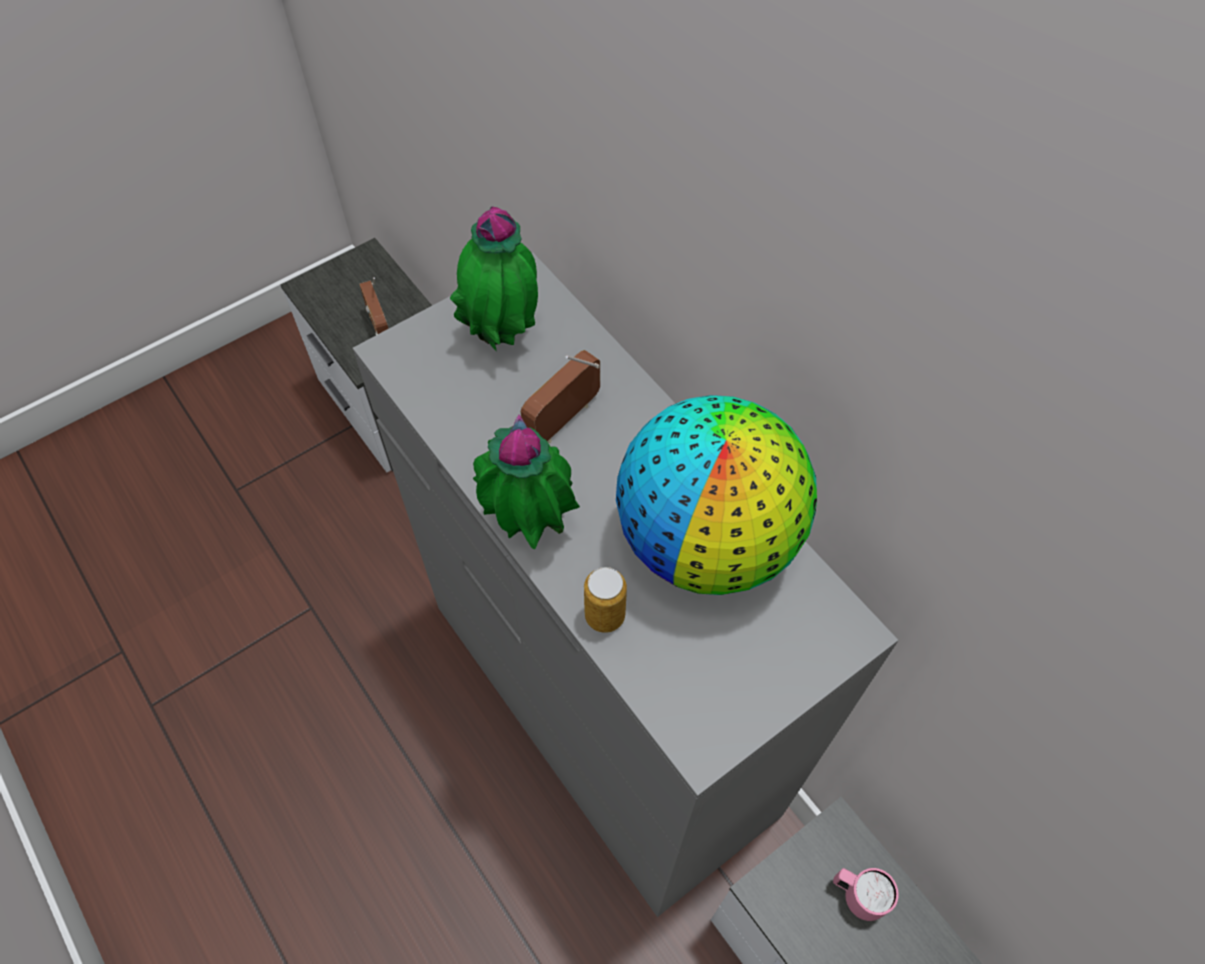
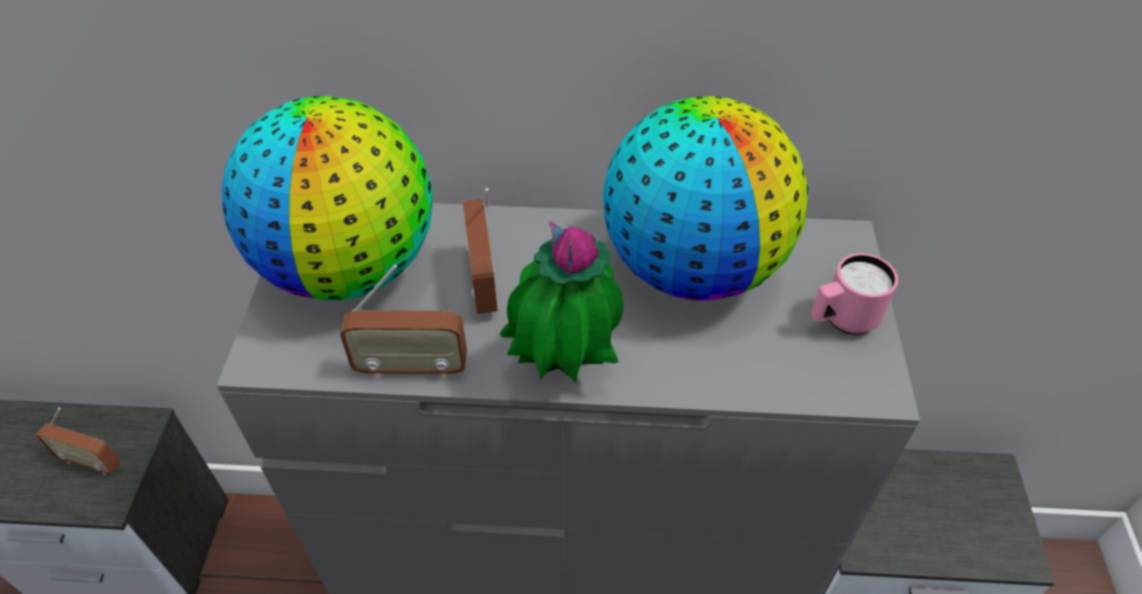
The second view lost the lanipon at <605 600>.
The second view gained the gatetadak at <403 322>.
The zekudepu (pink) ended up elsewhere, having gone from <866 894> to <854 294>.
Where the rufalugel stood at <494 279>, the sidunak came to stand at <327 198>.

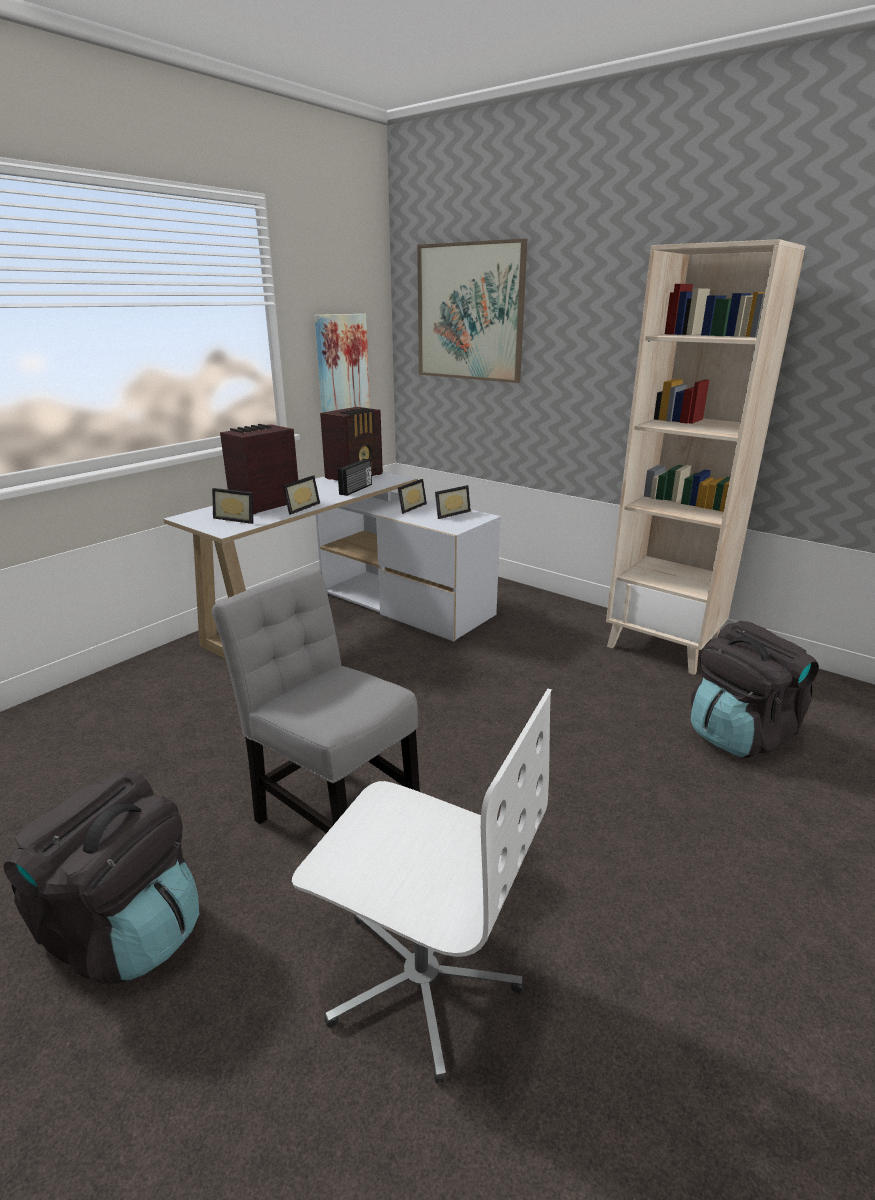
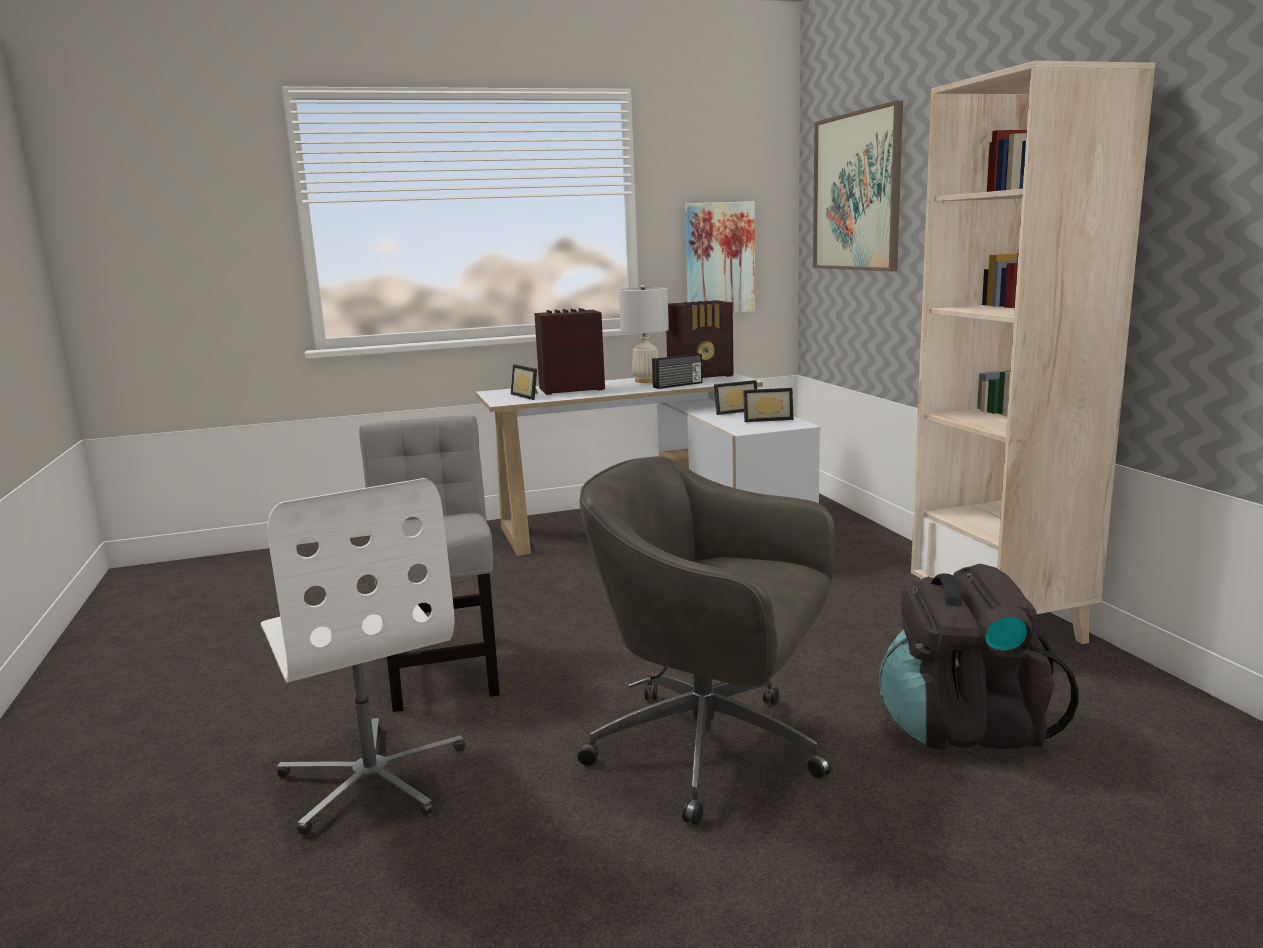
The second view lost the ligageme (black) at <101 877>.
The second view lost the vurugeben at <301 495>.
The second view gained the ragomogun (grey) at <706 640>.
The second view gained the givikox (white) at <644 333>.

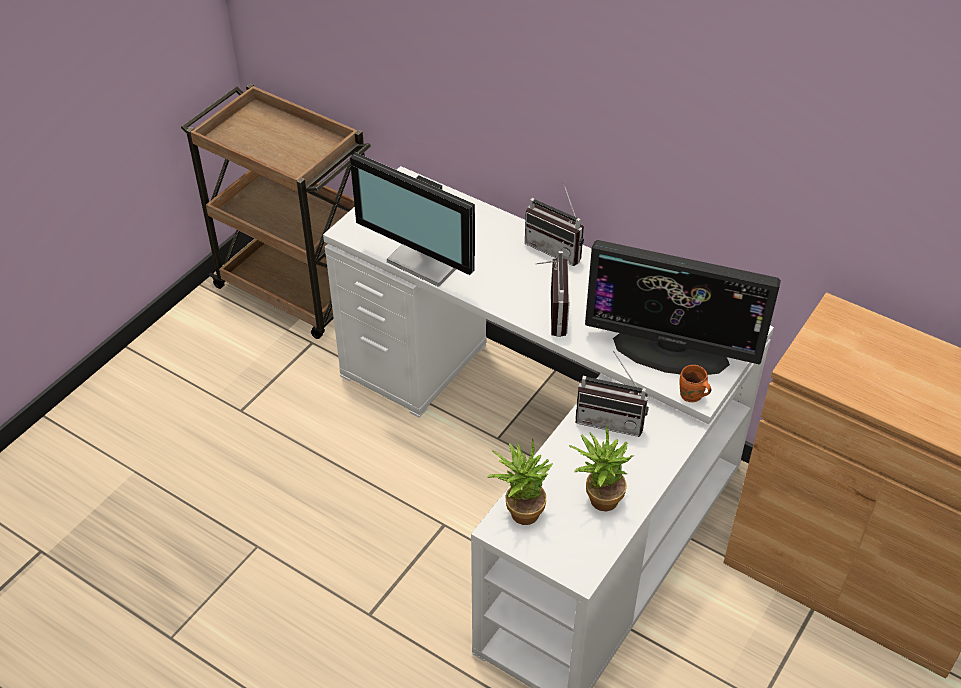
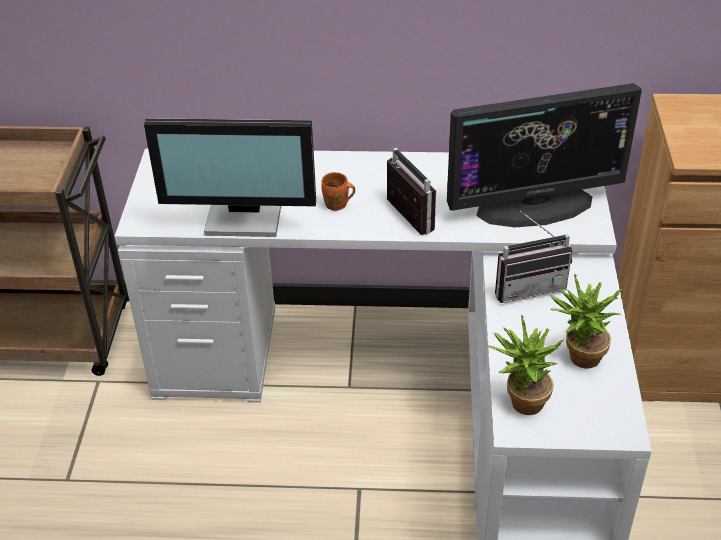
The second view lost the gatetadak at <554 224>.
The zekudepu (orange) ended up elsewhere, having gone from <695 383> to <338 191>.

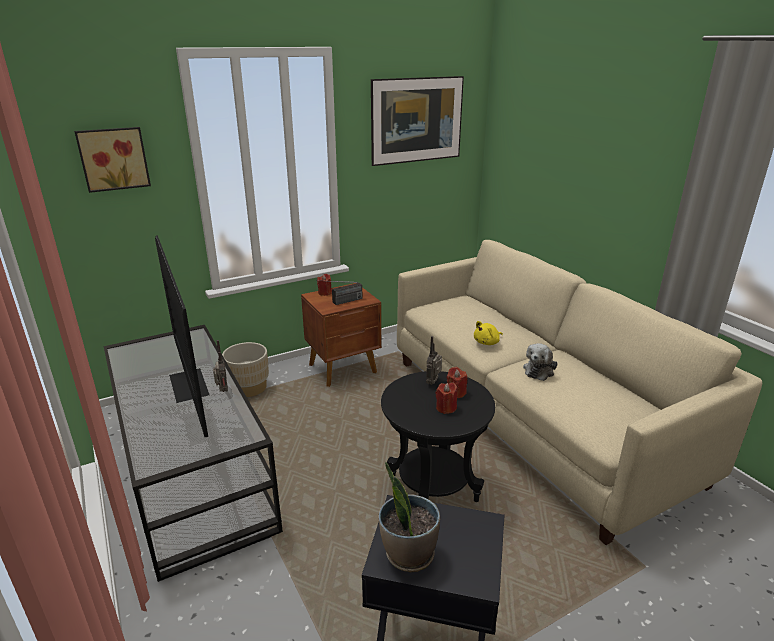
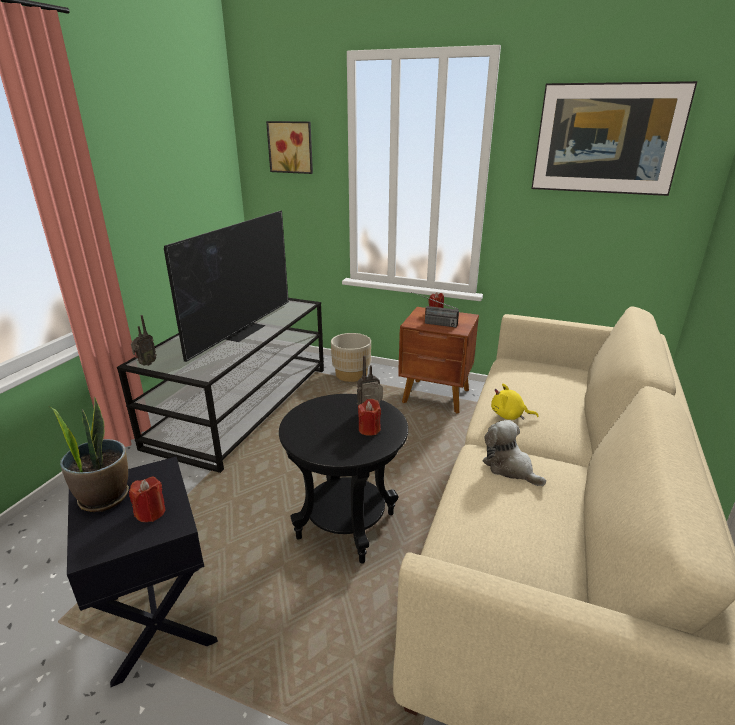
The gatetadak ended up elsewhere, having gone from <220 366> to <144 340>.
The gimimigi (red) ended up elsewhere, having gone from <446 398> to <147 499>.
The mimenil at <540 362> ended up facing another way, 60 degrees clockwise from before.

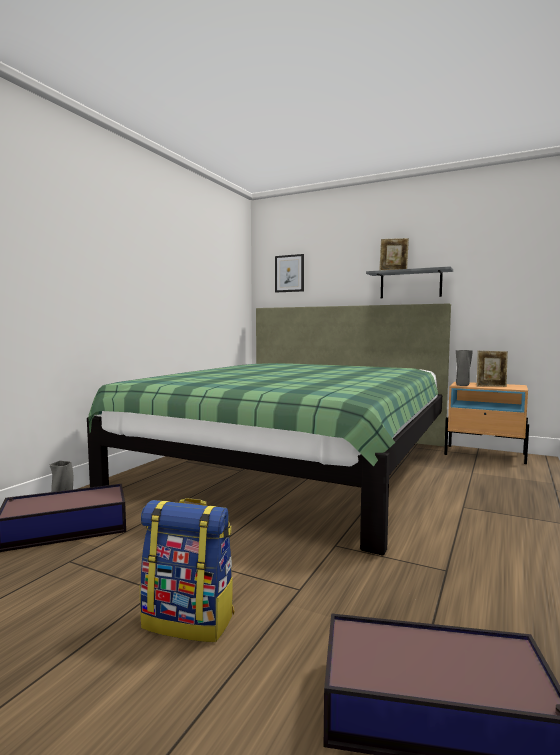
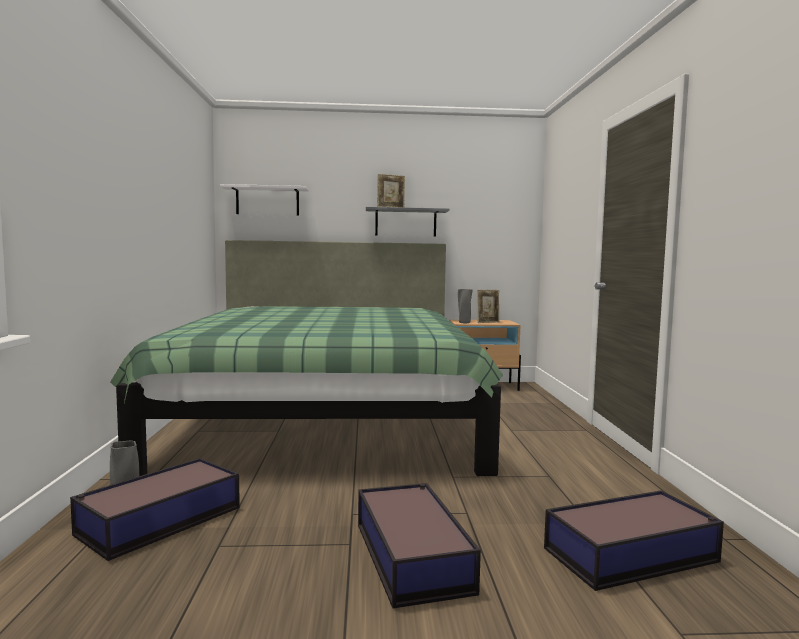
Where the ligageme stood at <187 570>, the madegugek came to stand at <419 545>.
Where the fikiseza hung at <289 273>, the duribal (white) came to hang at <264 200>.

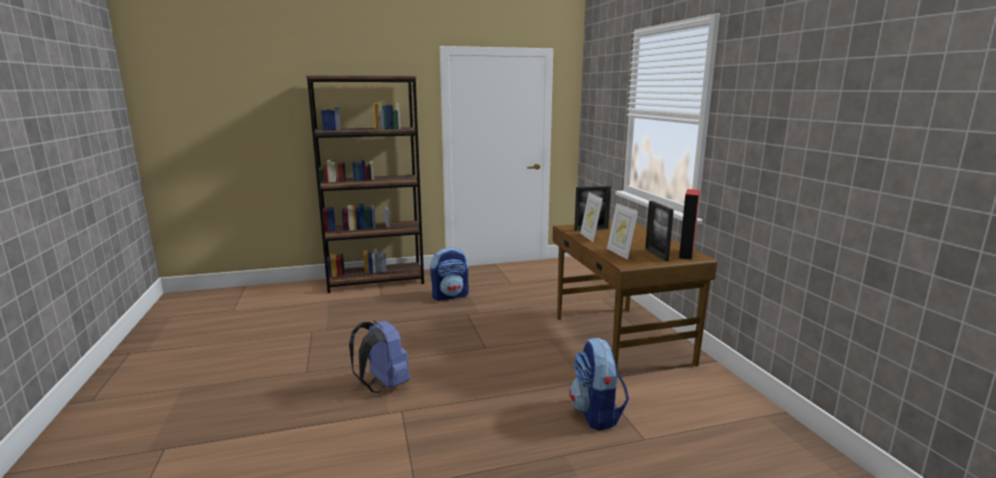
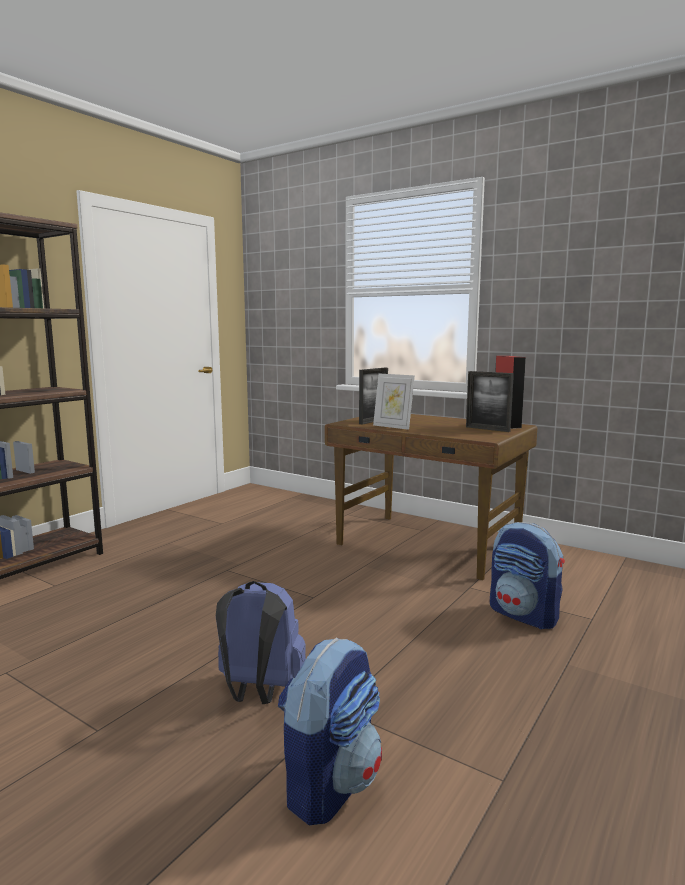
The second view lost the vurugeben at <622 231>.
The ligageme ended up elsewhere, having gone from <449 273> to <330 731>.

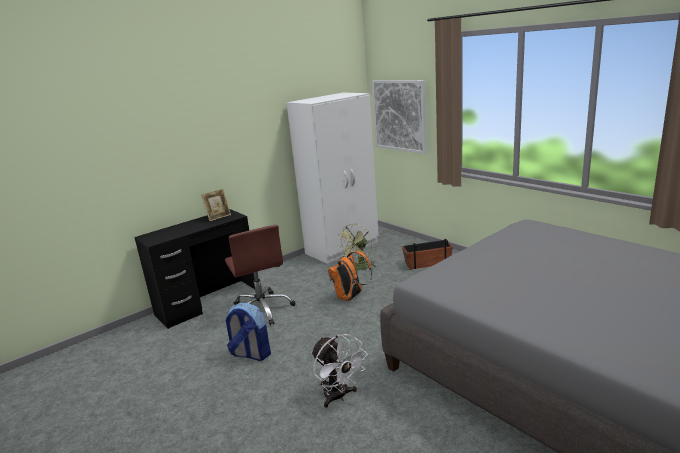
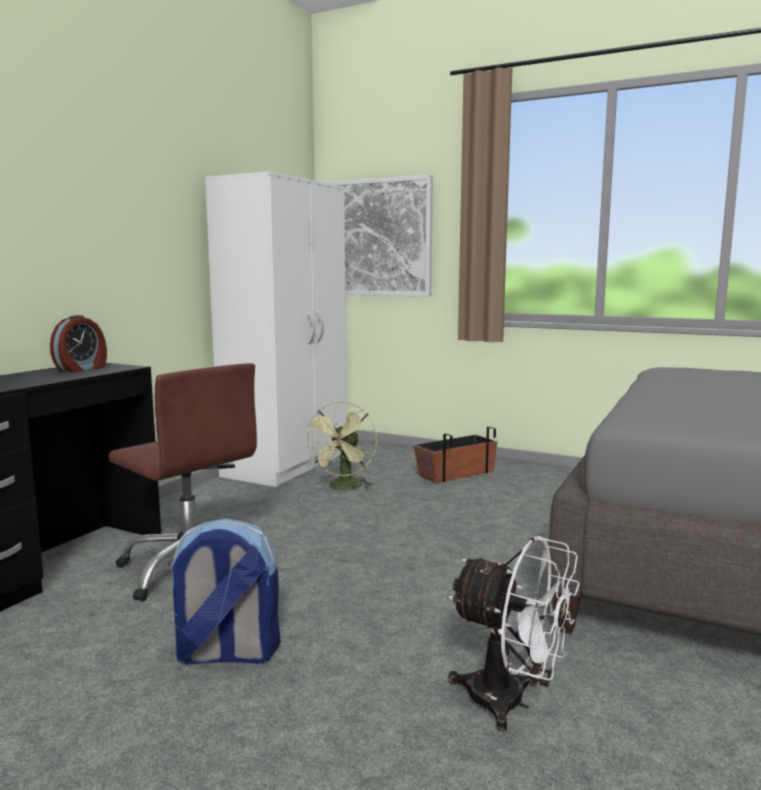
The second view lost the ligageme (orange) at <350 276>.
Where the vurugeben stood at <216 205>, the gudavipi came to stand at <78 343>.

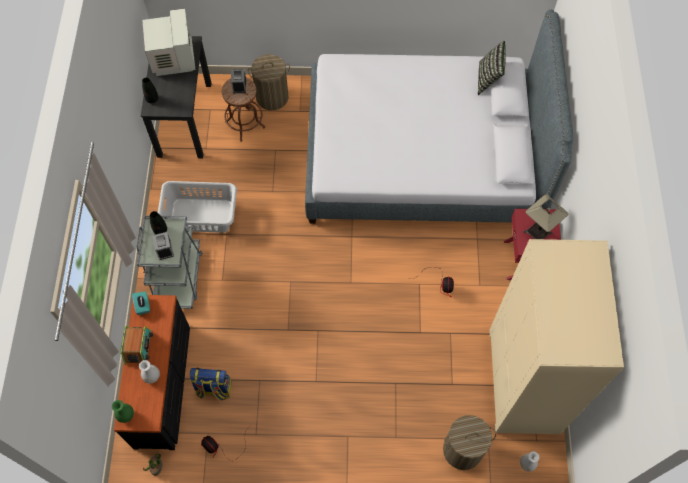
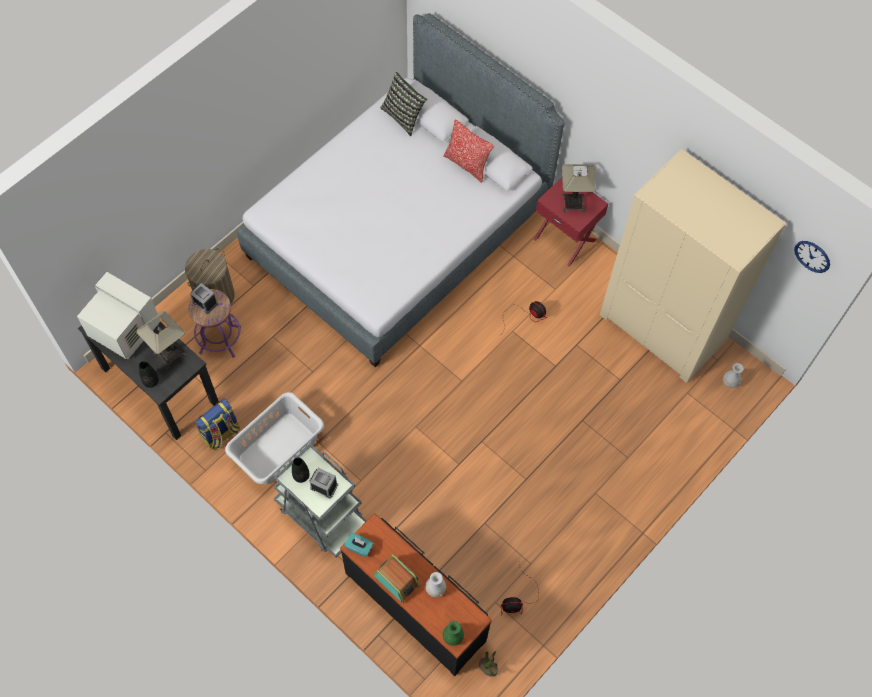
The second view lost the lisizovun at <469 442>.
The second view gained the givikox at <161 340>.
The second view gained the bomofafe at <469 151>.
The second view gained the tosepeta at <812 257>.
The ligageme ended up elsewhere, having gone from <210 384> to <217 424>.
What was the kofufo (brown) at <243 110> turned into the kofufo (purple) at <214 323>.

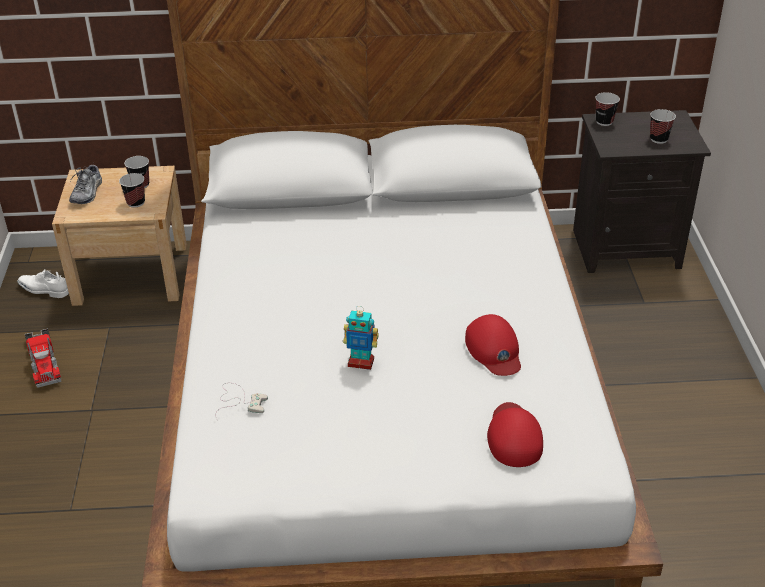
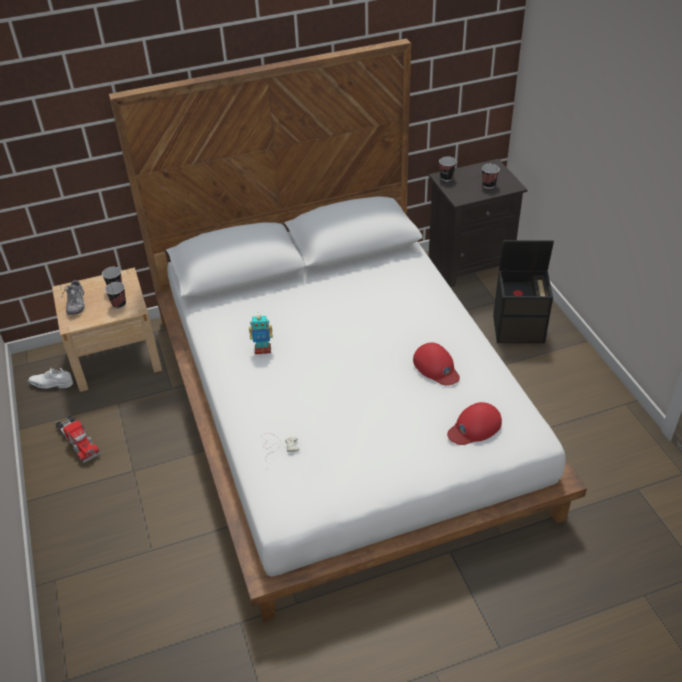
The second view gained the madegugek (black) at <523 291>.
The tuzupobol ended up elsewhere, having gone from <361 338> to <261 333>.
The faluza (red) at <515 434> ended up facing another way, 105 degrees counterclockwise from before.

